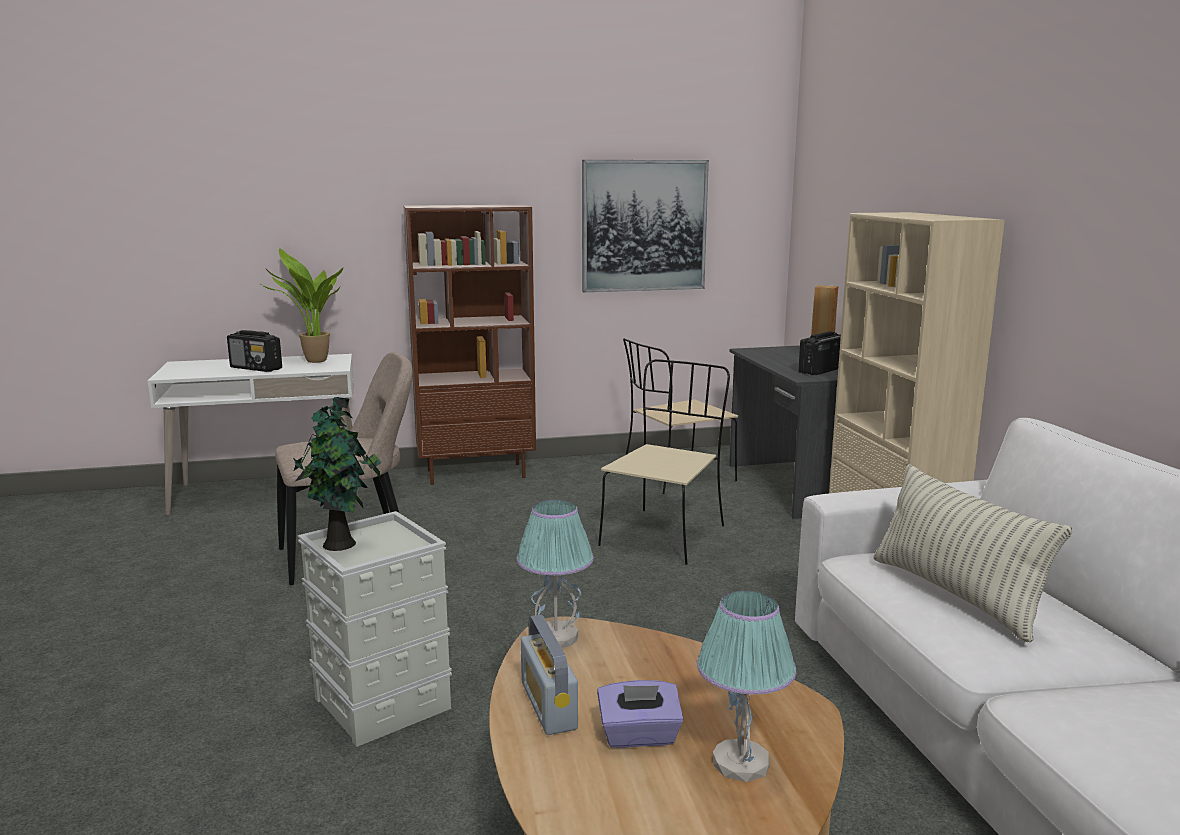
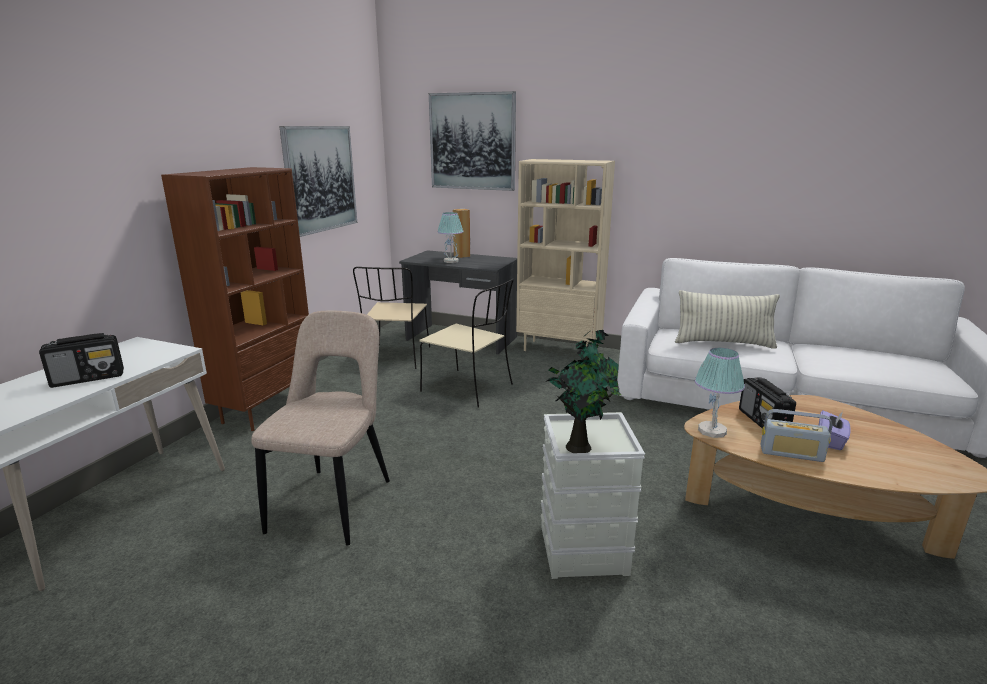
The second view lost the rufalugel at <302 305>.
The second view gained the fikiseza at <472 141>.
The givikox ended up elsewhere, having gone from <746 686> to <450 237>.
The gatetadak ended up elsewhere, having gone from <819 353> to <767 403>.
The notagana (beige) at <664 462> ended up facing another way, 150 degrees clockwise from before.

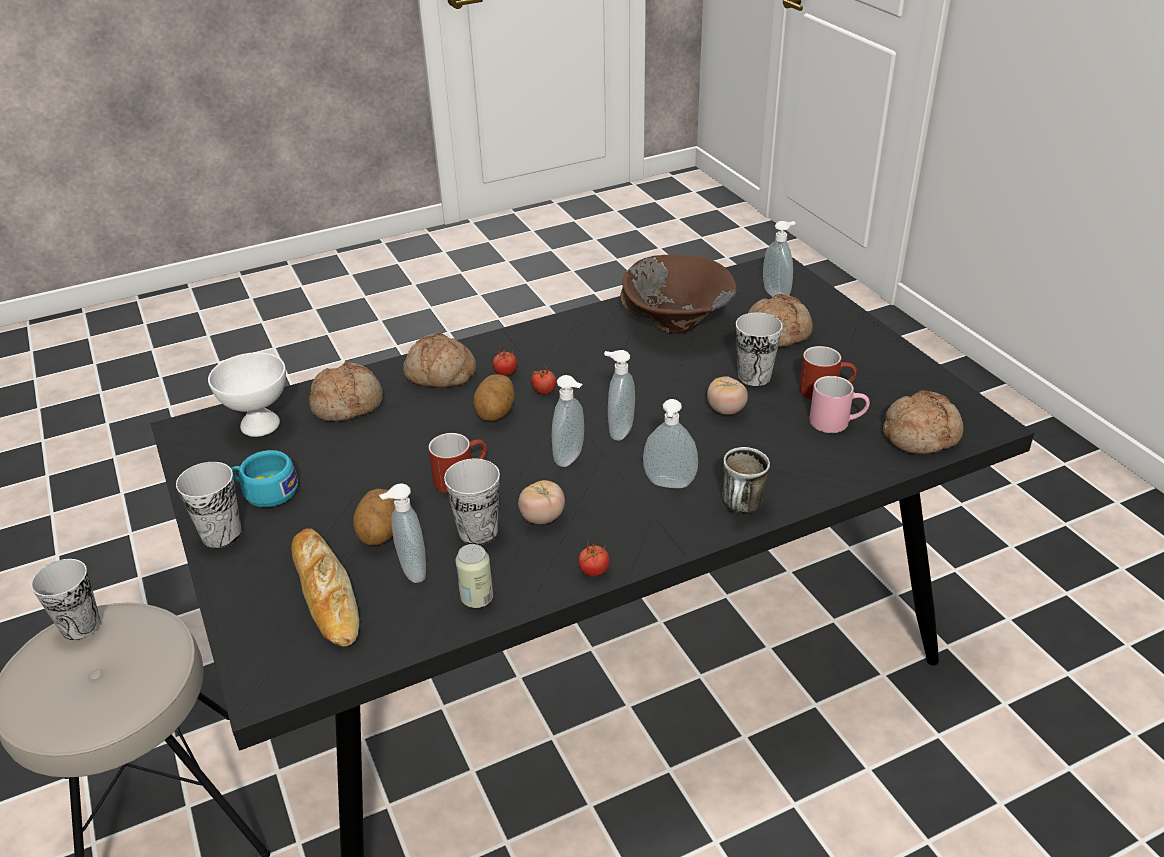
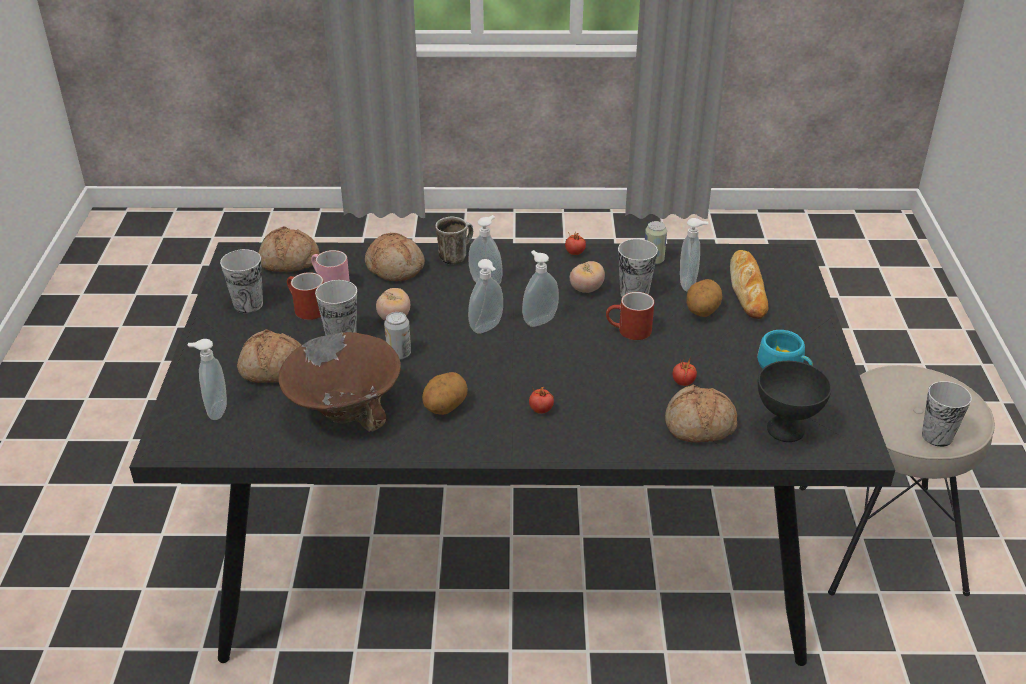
The second view gained the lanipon at <397 336>.
The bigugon ended up elsewhere, having gone from <209 505> to <241 281>.
The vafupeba ended up elsewhere, having gone from <439 360> to <395 257>.
The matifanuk ended up elsewhere, having gone from <494 397> to <445 393>.
The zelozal ended up elsewhere, having gone from <544 379> to <685 371>.
What was the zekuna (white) at <247 394> turned into the zekuna (black) at <795 401>.

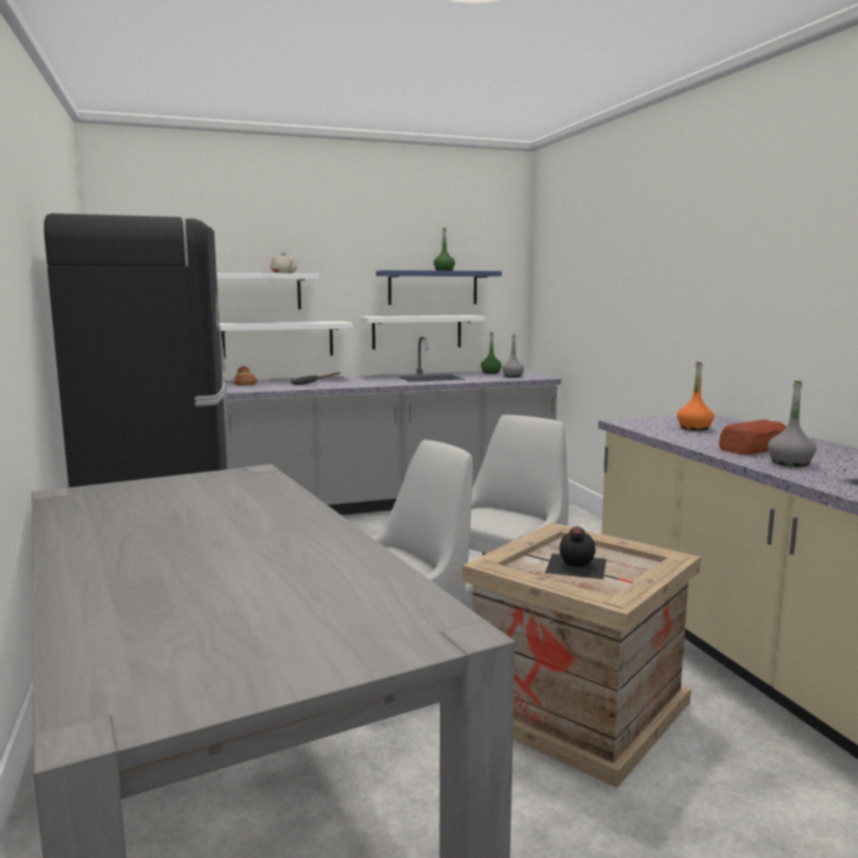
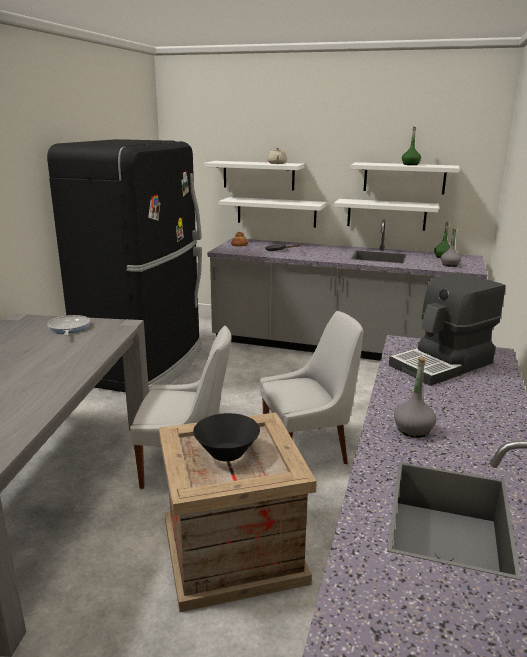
The second view lost the vafupeba at <752 437>.
The second view gained the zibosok at <68 325>.
Where the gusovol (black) stood at <576 552>, the zekuna (black) came to stand at <226 437>.
Where the gusovol (orange) stood at <695 396>, the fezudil came to stand at <447 329>.
What was the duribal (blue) at <439 287> turned into the duribal (white) at <405 178>.

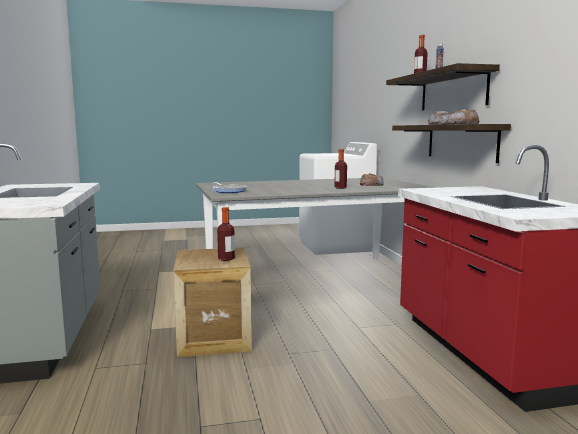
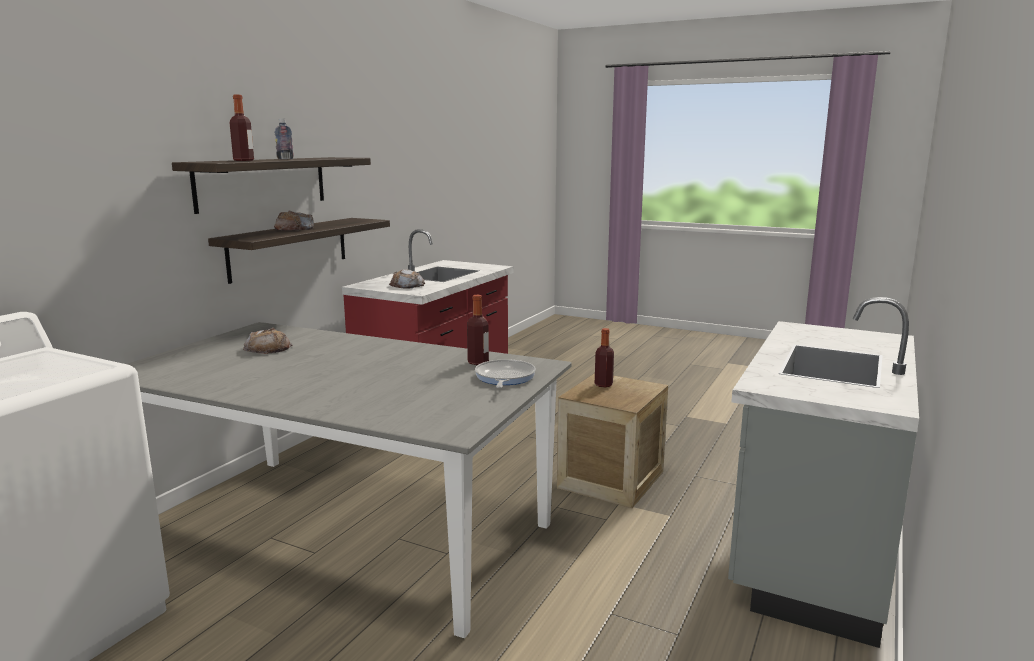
The gusovol ended up elsewhere, having gone from <341 169> to <478 330>.
The vafupeba ended up elsewhere, having gone from <463 116> to <407 279>.

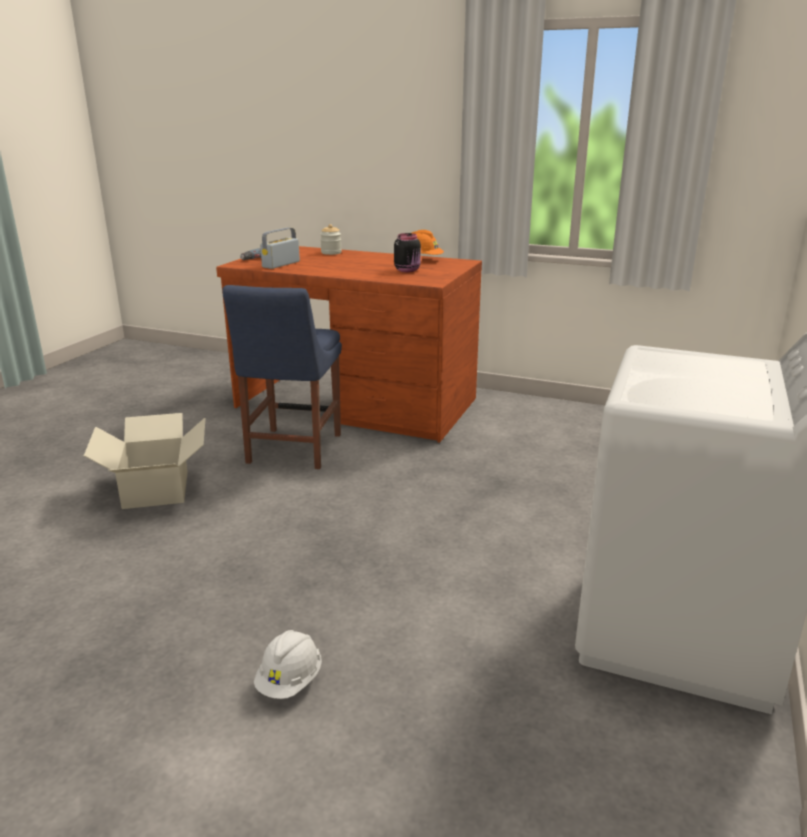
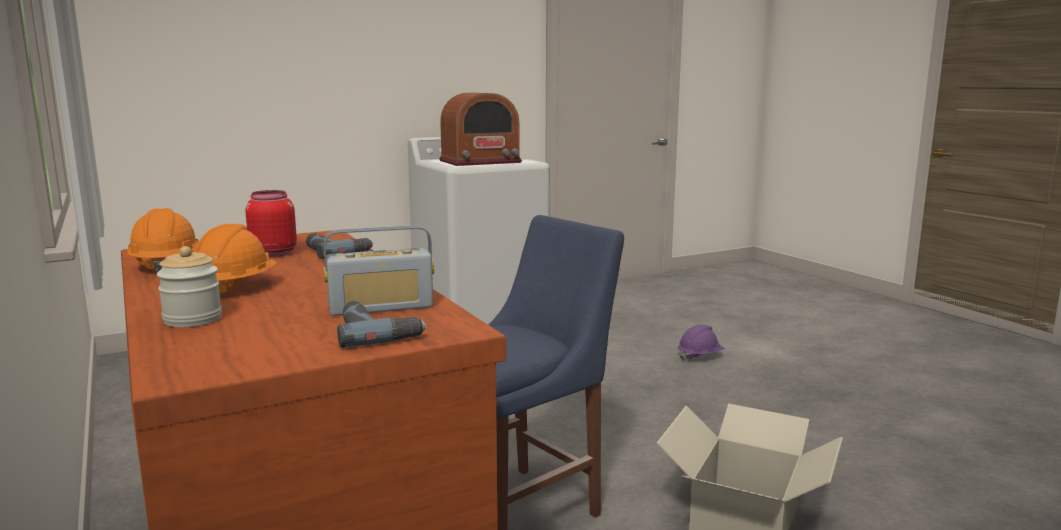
The second view gained the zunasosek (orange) at <235 259>.
The second view gained the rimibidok at <339 246>.
The second view gained the gatetadak at <480 129>.
What was the zunasosek (white) at <288 664> turned into the zunasosek (purple) at <701 343>.
What was the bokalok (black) at <407 252> turned into the bokalok (red) at <271 223>.

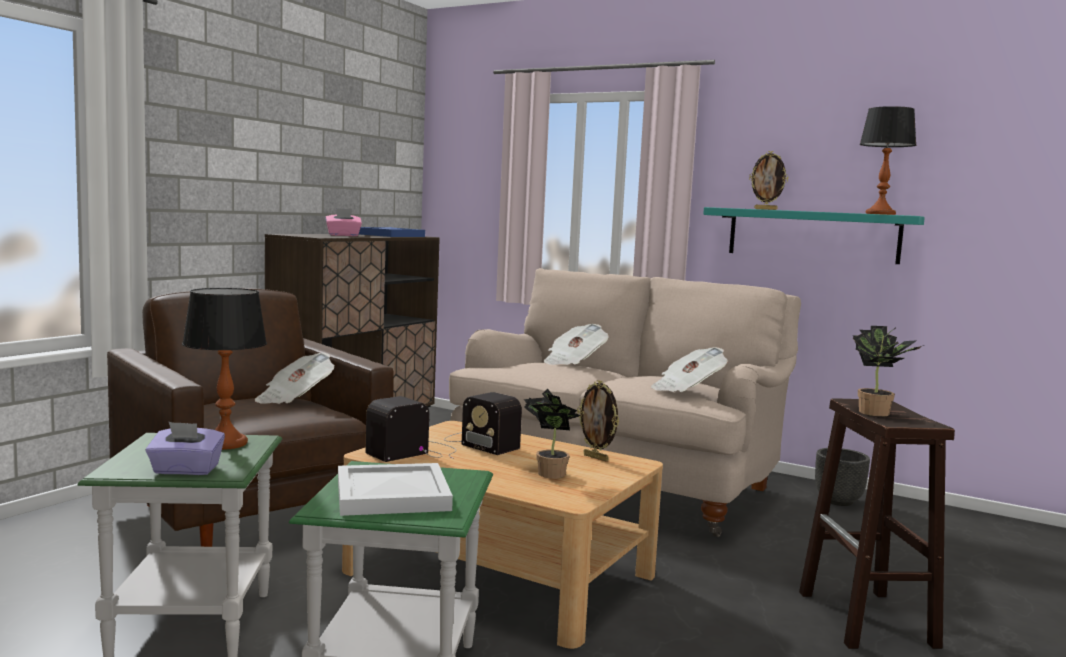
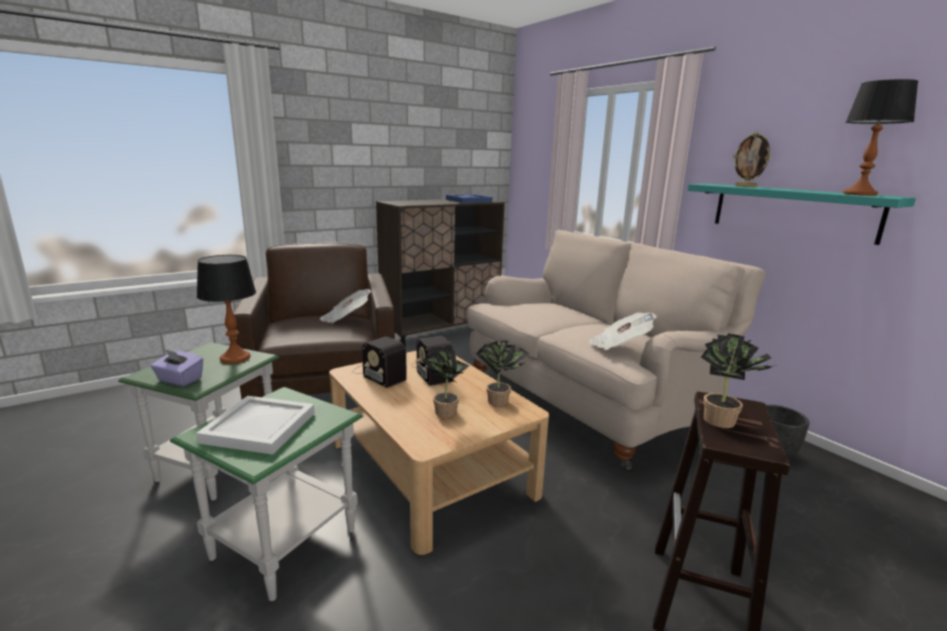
The second view lost the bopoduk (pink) at <344 222>.
The second view lost the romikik at <576 344>.
Where the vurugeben stood at <598 420>, the rufalugel came to stand at <503 373>.
The gatetadak at <411 429> ended up facing another way, 120 degrees counterclockwise from before.

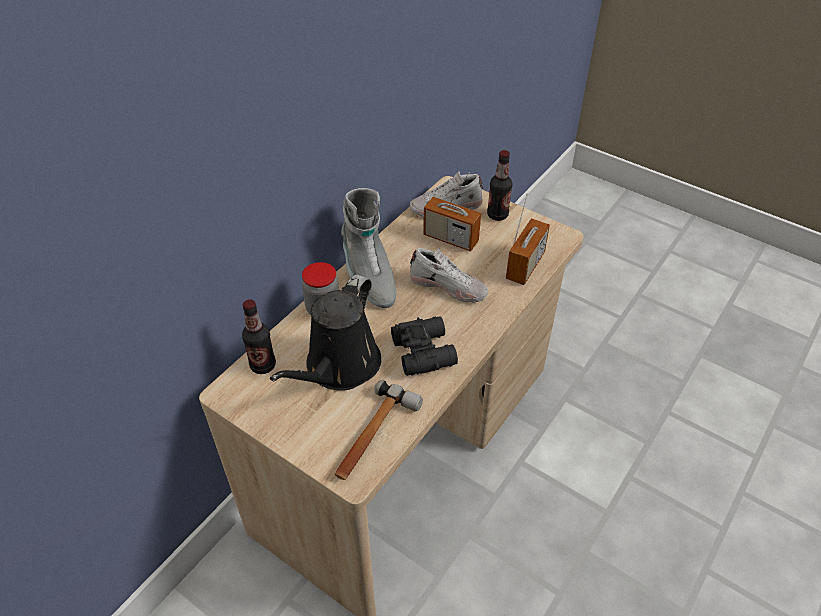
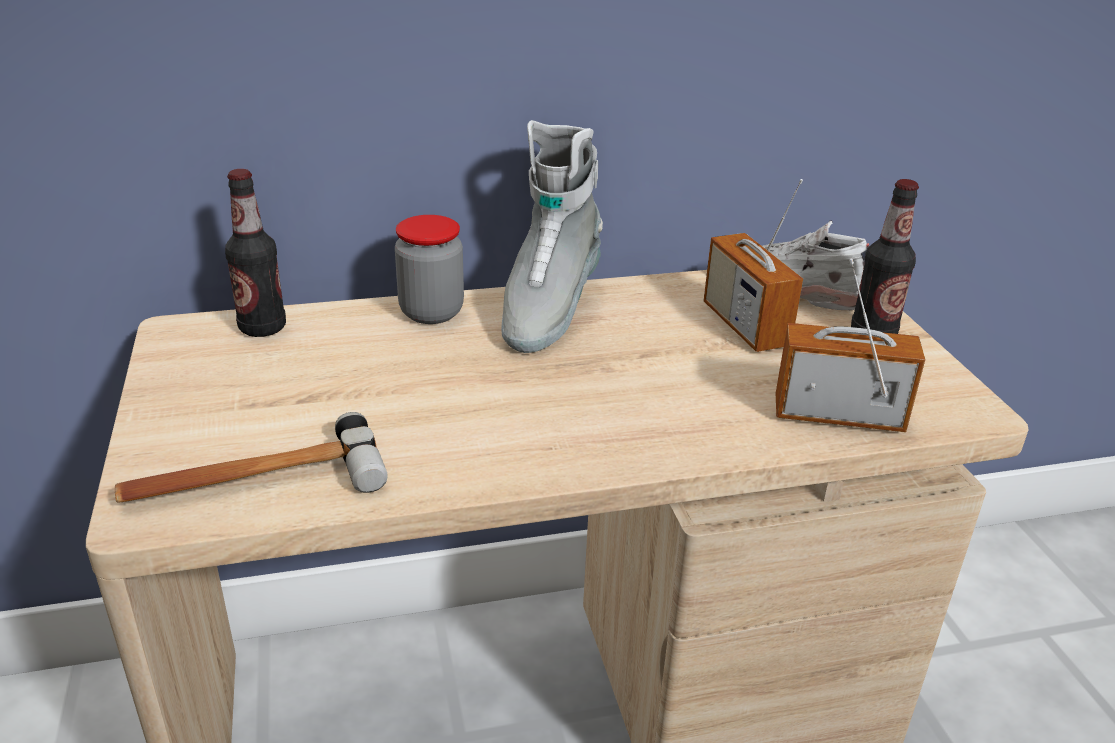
The second view lost the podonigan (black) at <325 333>.
The second view lost the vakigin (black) at <424 346>.
The second view lost the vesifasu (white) at <449 275>.
The gatetadak at <528 239> ended up facing another way, 150 degrees counterclockwise from before.

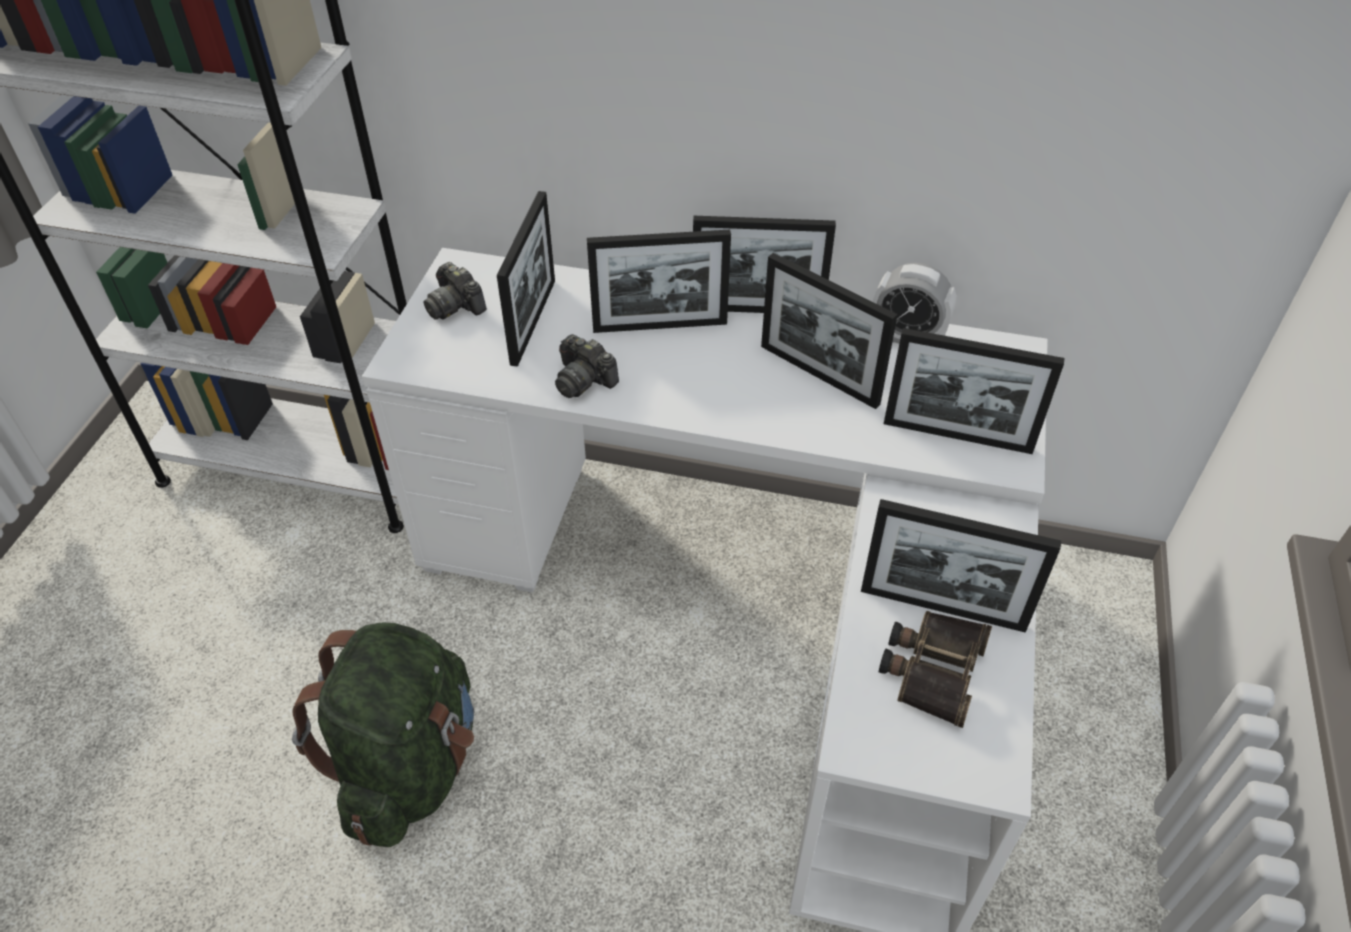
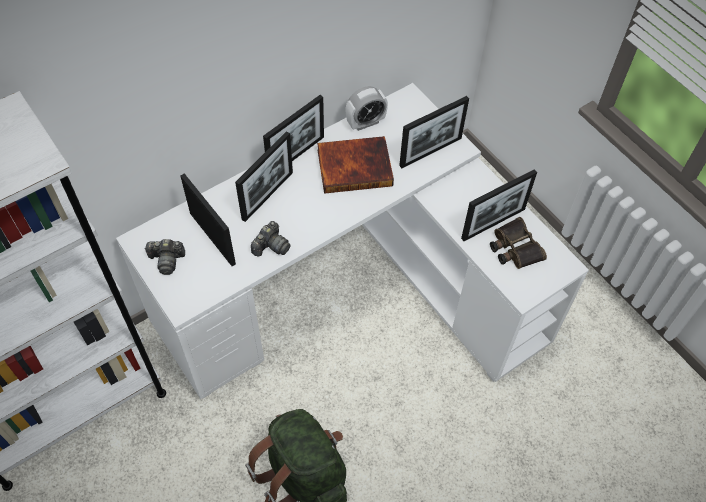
Where the vurugeben stood at <829 331>, the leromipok came to stand at <355 165>.
The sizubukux at <587 366> ended up facing another way, 45 degrees counterclockwise from before.

